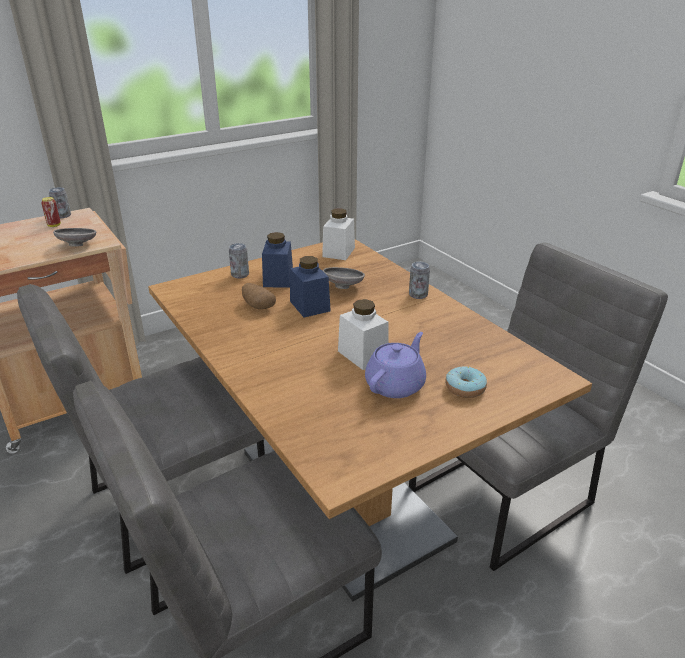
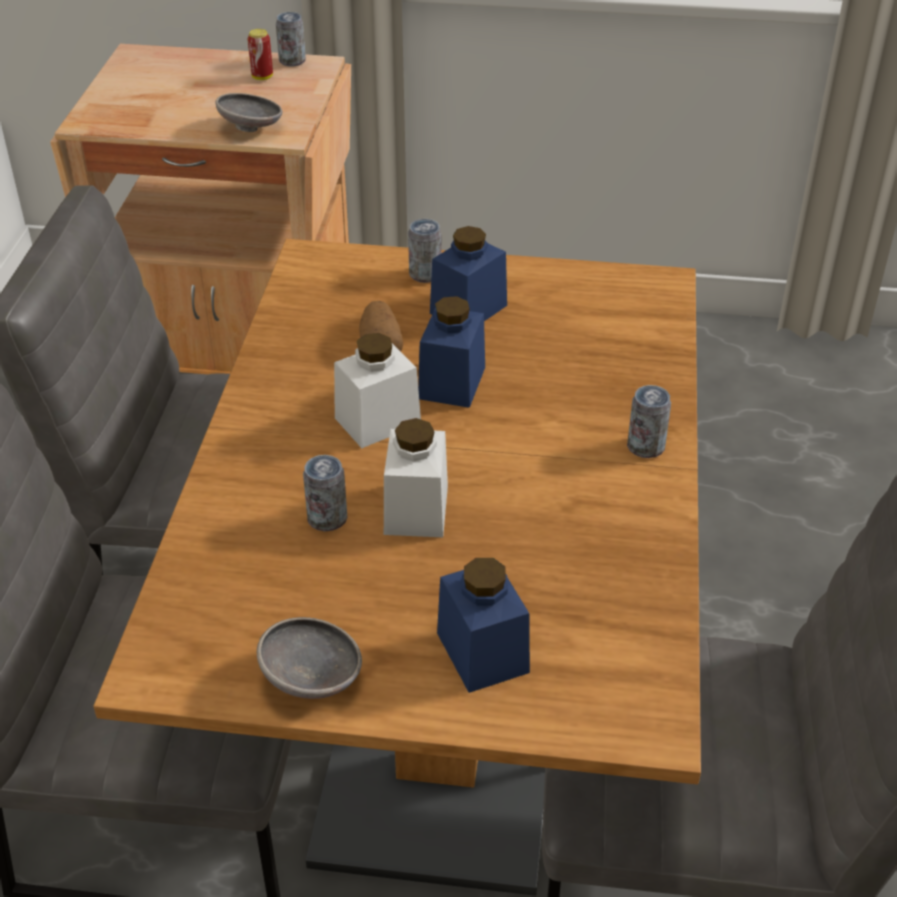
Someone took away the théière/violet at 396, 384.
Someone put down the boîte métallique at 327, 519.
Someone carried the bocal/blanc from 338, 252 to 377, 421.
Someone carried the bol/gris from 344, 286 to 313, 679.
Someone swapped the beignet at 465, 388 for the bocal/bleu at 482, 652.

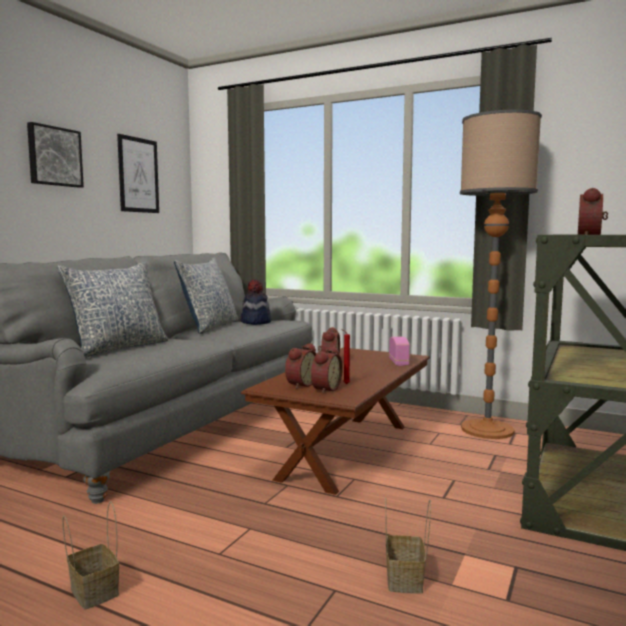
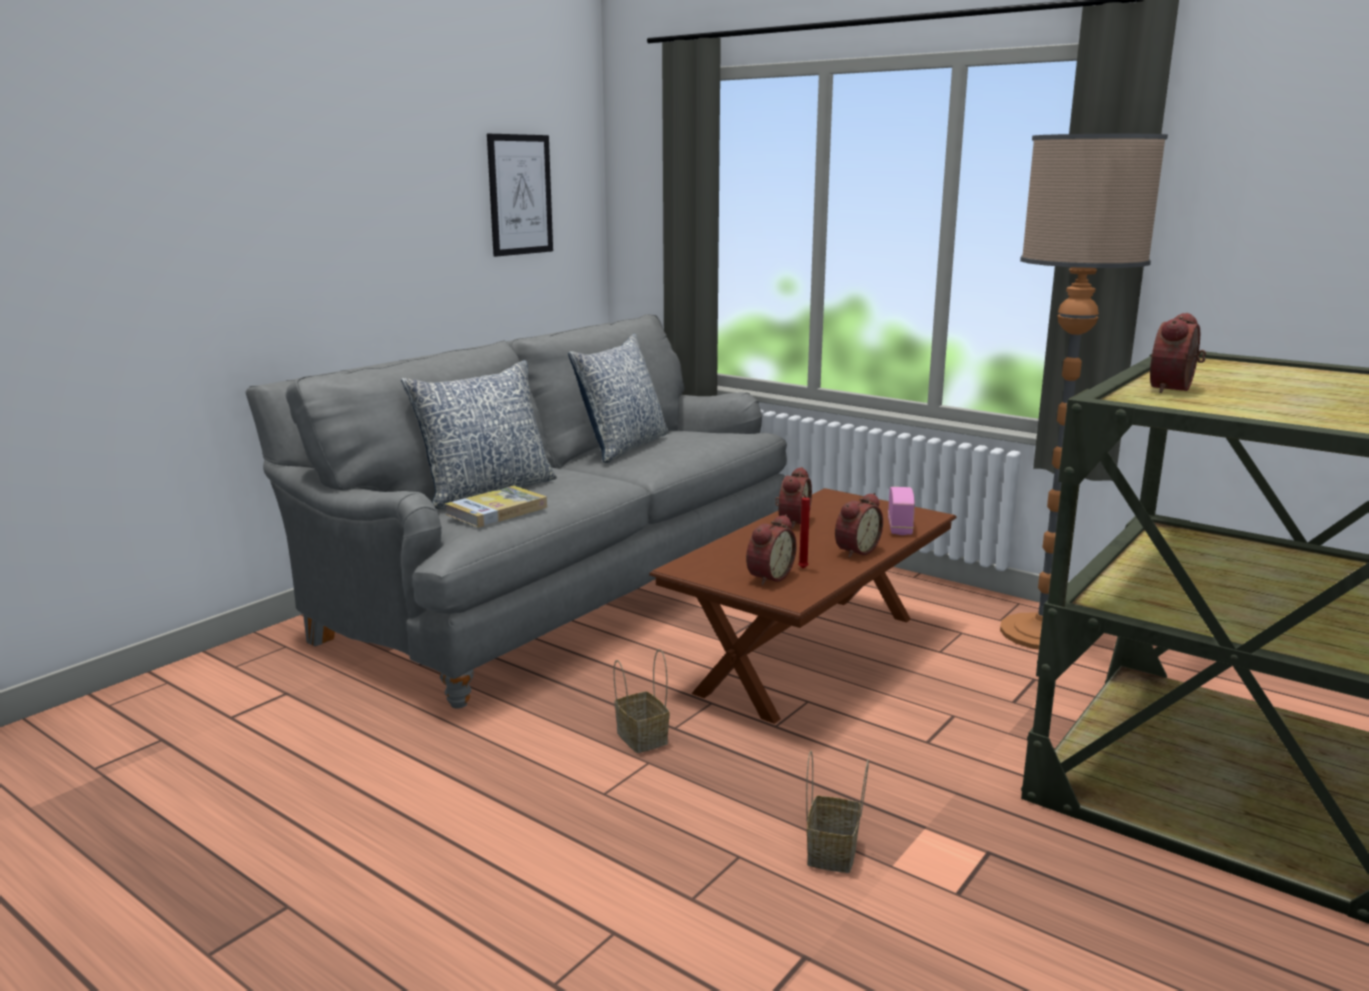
Someone took away the tableau at 54, 156.
Someone took away the chapeau at 255, 322.
Someone put down the livre at 497, 511.
Someone carried the panier from 93, 591 to 640, 737.
Someone carried the réveil from 300, 384 to 855, 550.

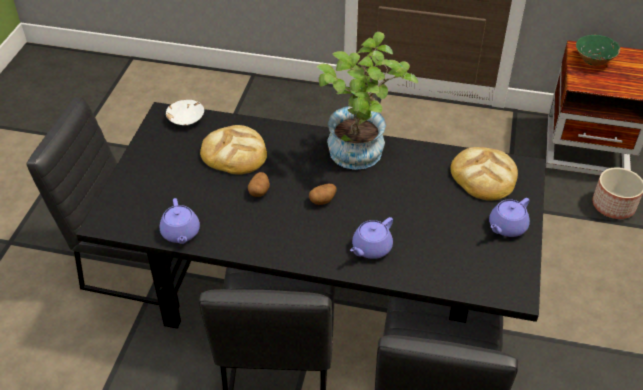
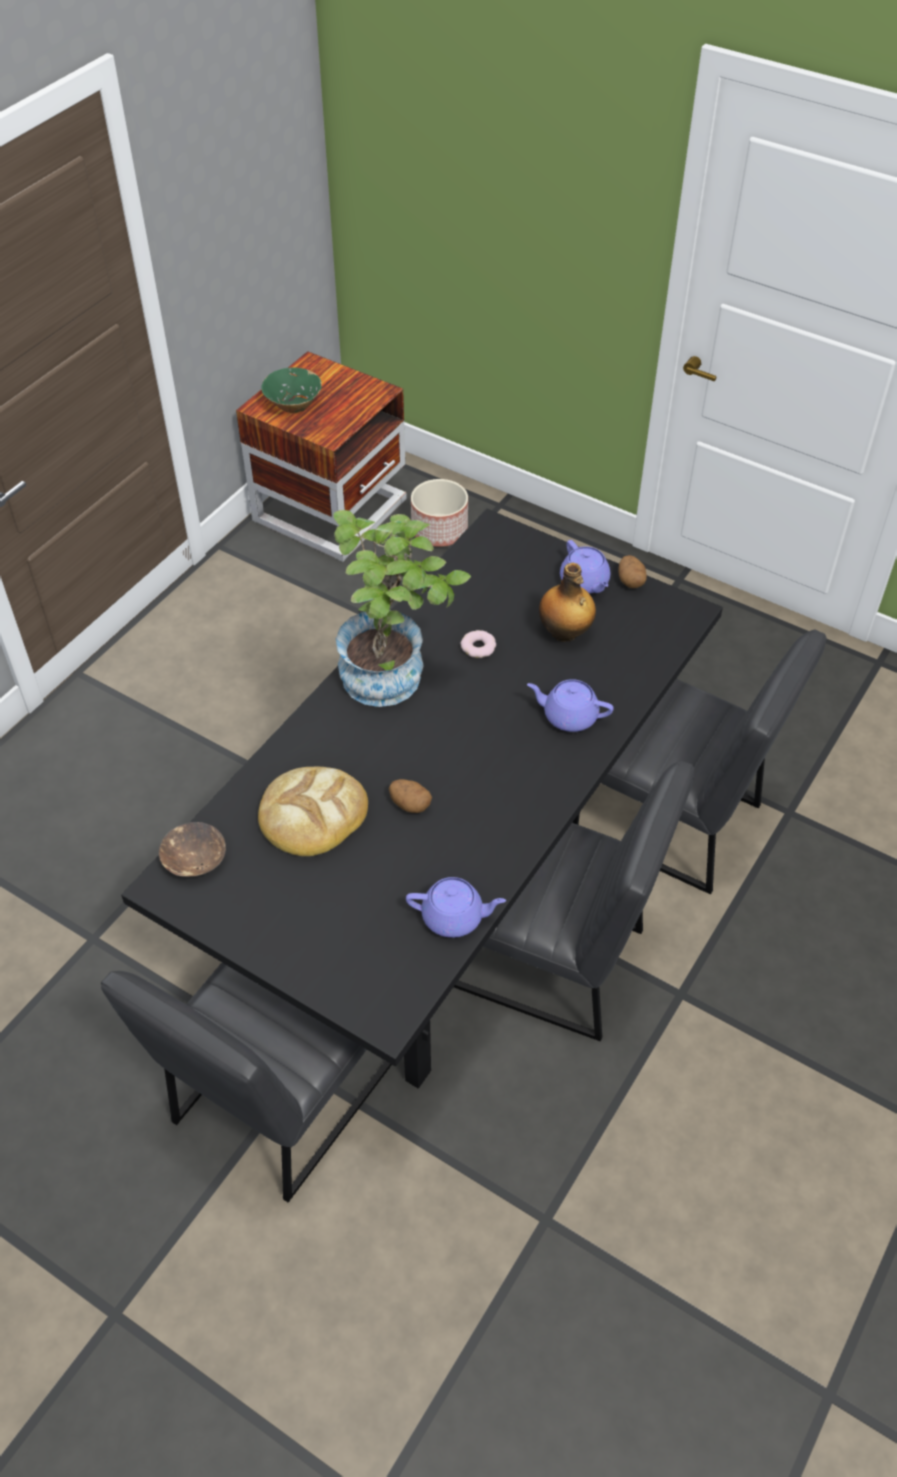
Someone took away the pain at 484, 176.
Someone put down the beignet at 478, 647.
Someone put down the bouteille at 564, 633.
Someone carried the pomme de terre from 323, 200 to 630, 581.
Someone repainted the bol/blanc at 185, 118, which became the bol/marron at 193, 858.
Someone rotated the théière/violet at 371, 248 by 135 degrees clockwise.

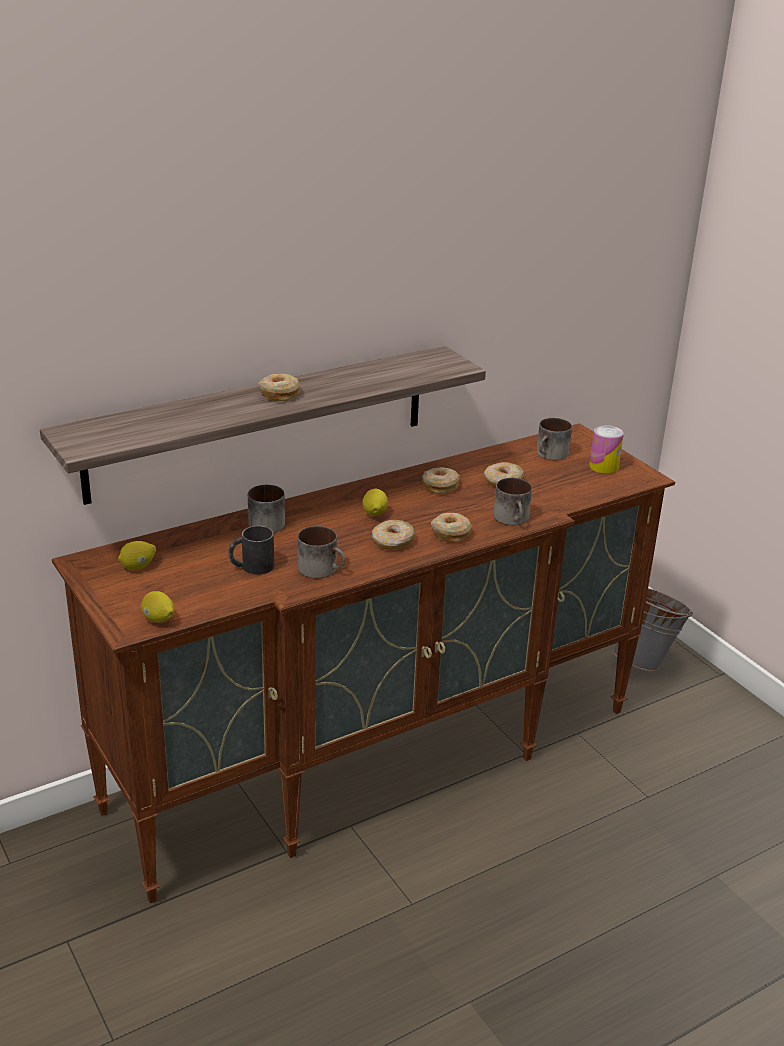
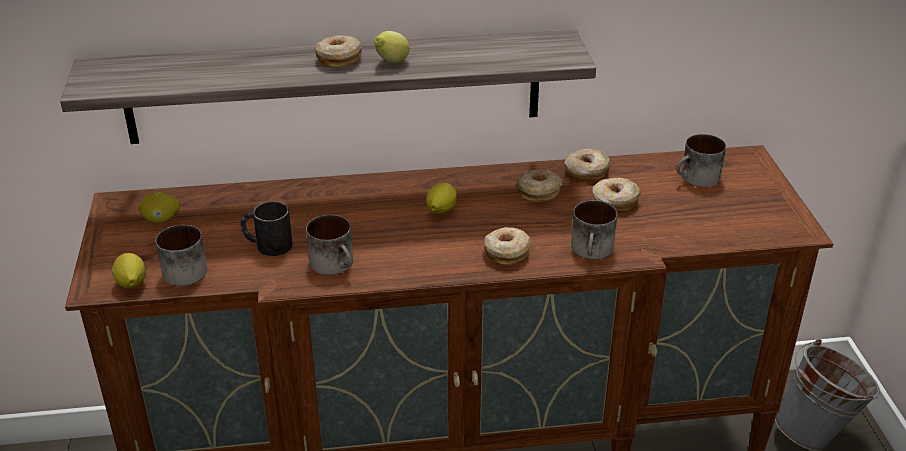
Someone took away the boîte métallique at 603, 466.
Someone put down the citron at 391, 62.
Someone carried the mug from 264, 522 to 185, 268.
Someone carried the beignet from 393, 542 to 586, 171.

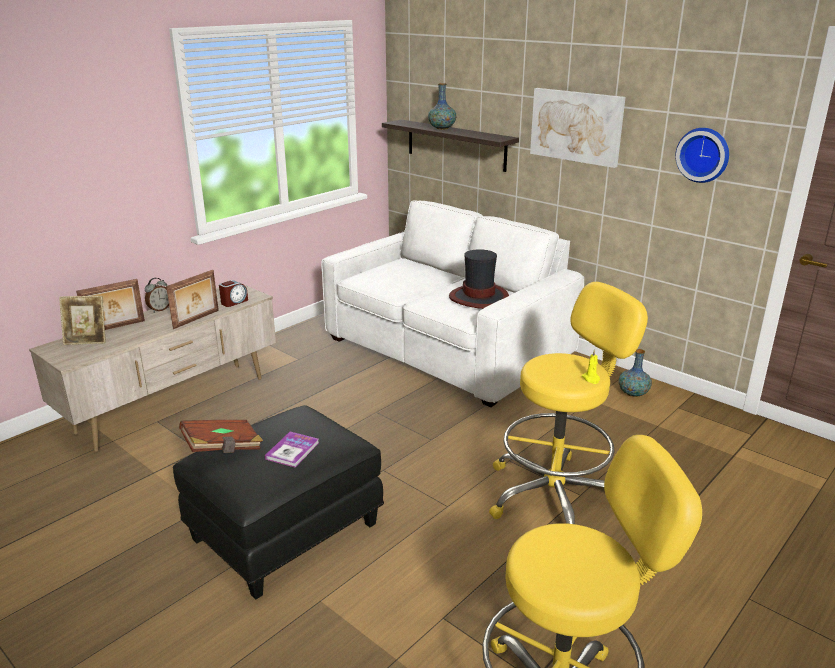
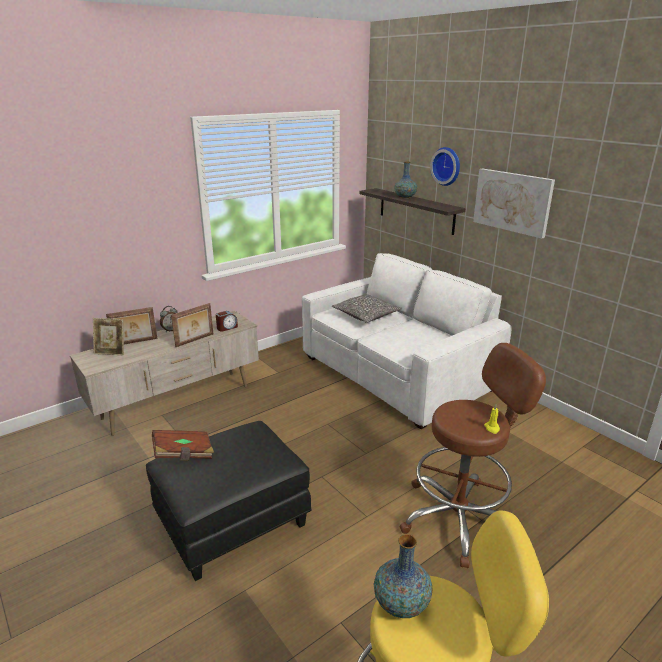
Someone took away the livre at 292, 450.
Someone took away the chapeau at 479, 298.
Someone put down the coussin at 366, 315.
Someone carried the vase from 633, 393 to 401, 603.
Someone carried the horloge murale from 703, 154 to 447, 166.
Someone repainted the tabouret/jaune at 555, 495, which became the tabouret/marron at 459, 518.

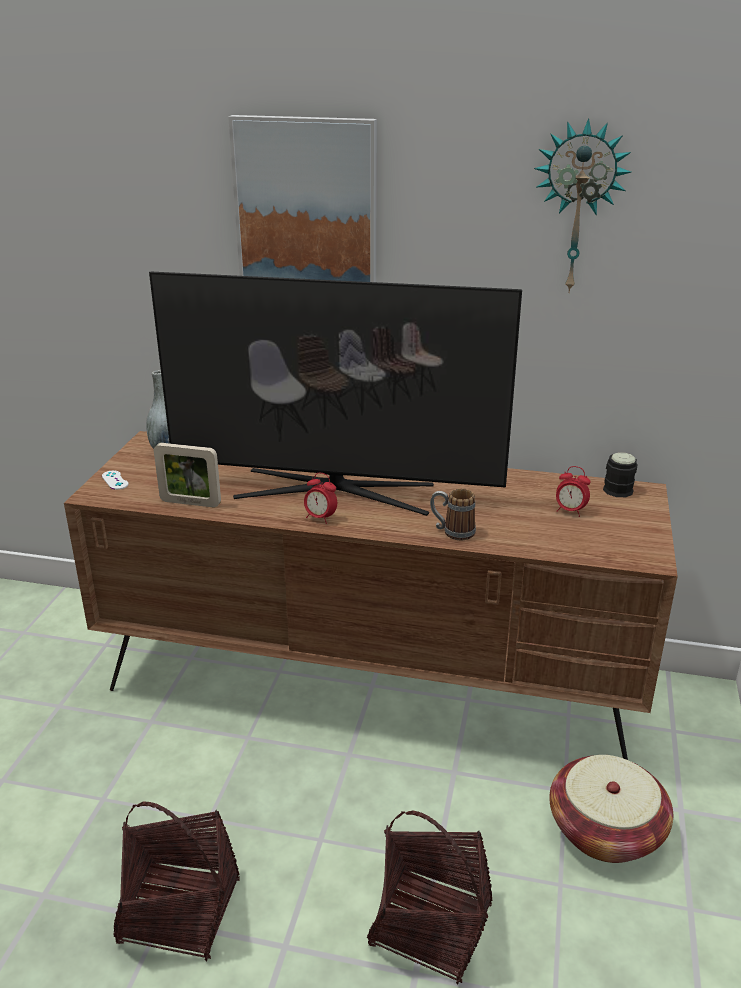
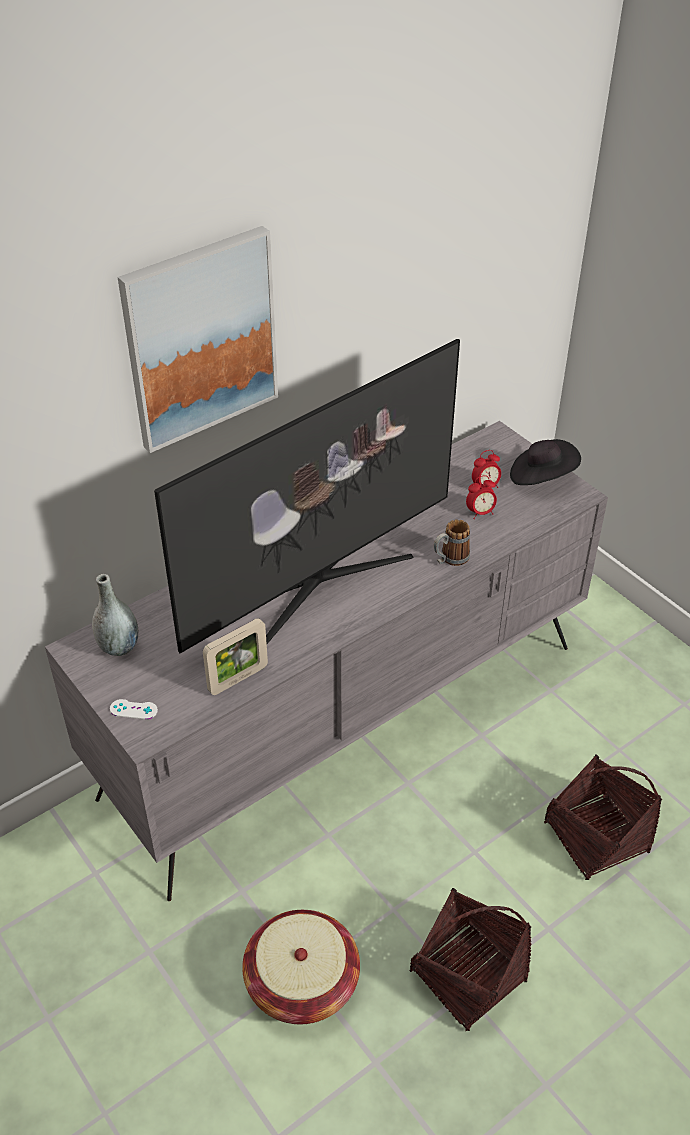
Someone took away the horloge murale at 578, 208.
Someone took away the mug/noir at 618, 487.
Someone put down the chapeau/noir at 541, 477.
Someone carried the réveil from 320, 518 to 480, 513.
Someone carried the panier from 605, 830 to 302, 982.
Someone repainted the meuble télé/marron at 373, 683, which became the meuble télé/gris at 346, 718.

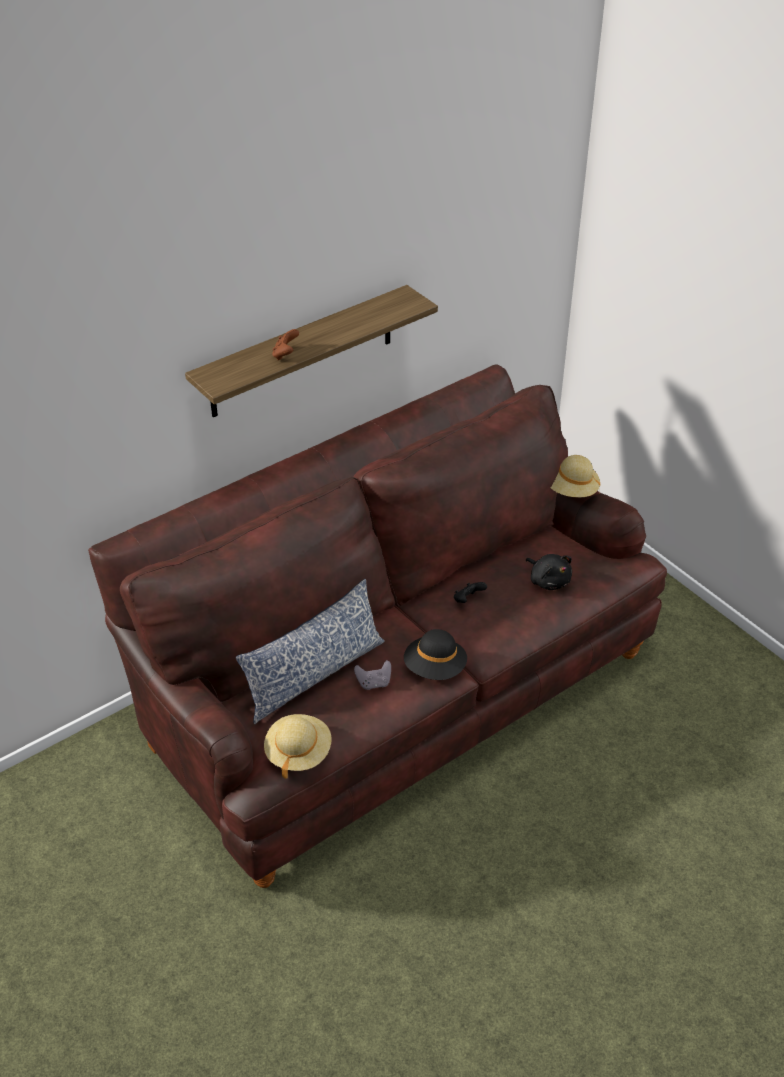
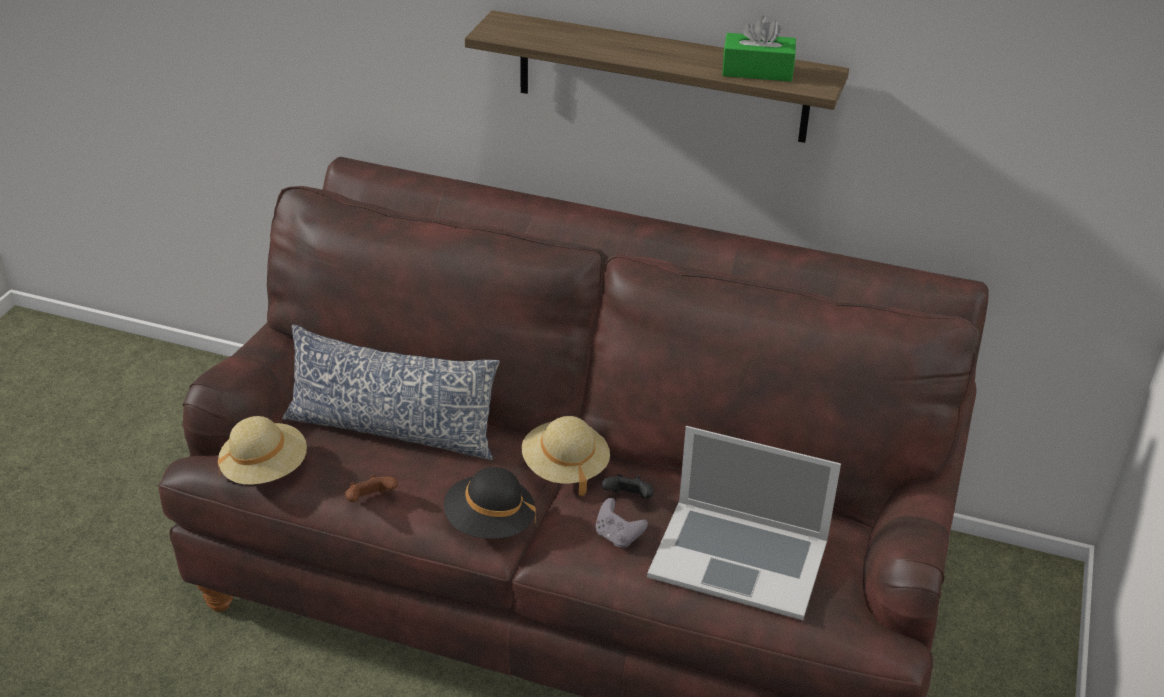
Someone put down the boîte à mouchoirs/vert at 757, 71.
Someone carried the manette/marron from 285, 355 to 370, 501.
Someone carried the manette/gris from 374, 683 to 618, 536.
Someone carried the chapeau/beige from 570, 490 to 565, 468.
Someone swapped the peluche/noir at 548, 580 for the ordinateur portable at 739, 557.

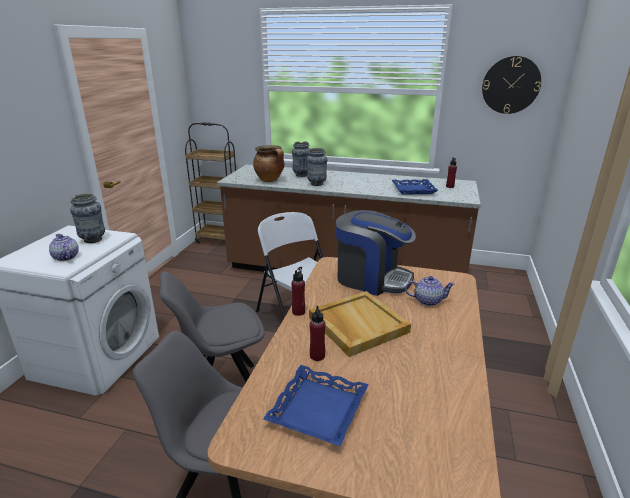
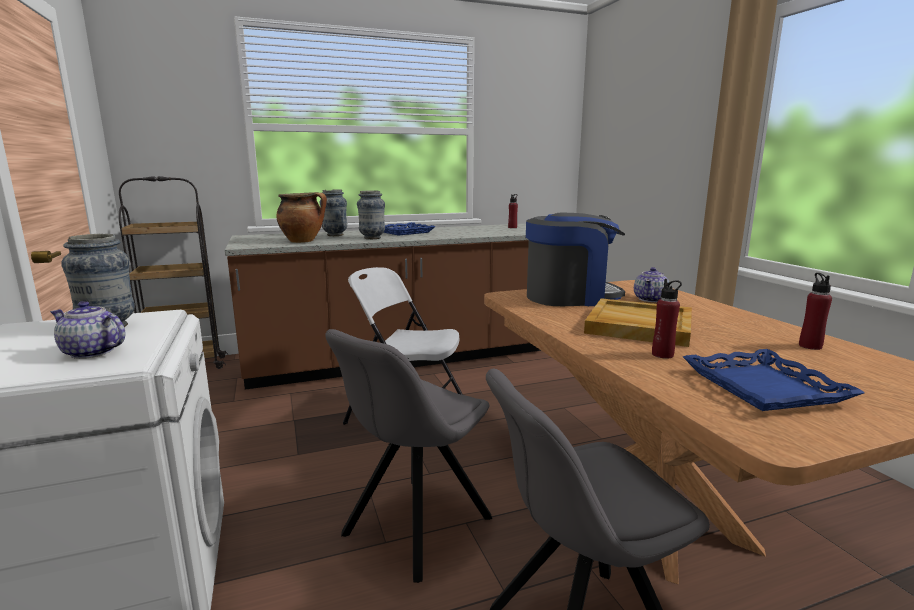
Someone took away the horloge murale at 510, 85.
Someone carried the bouteille/rouge from 298, 312 to 810, 346.
Someone carried the plateau/bleu from 413, 189 to 404, 232.
Someone rotated the théière at 427, 300 by 150 degrees clockwise.

